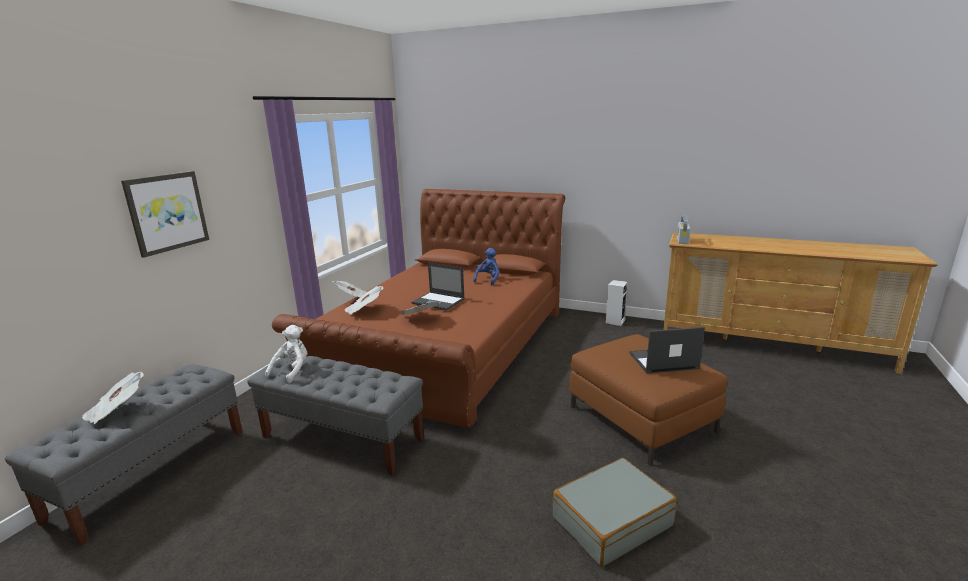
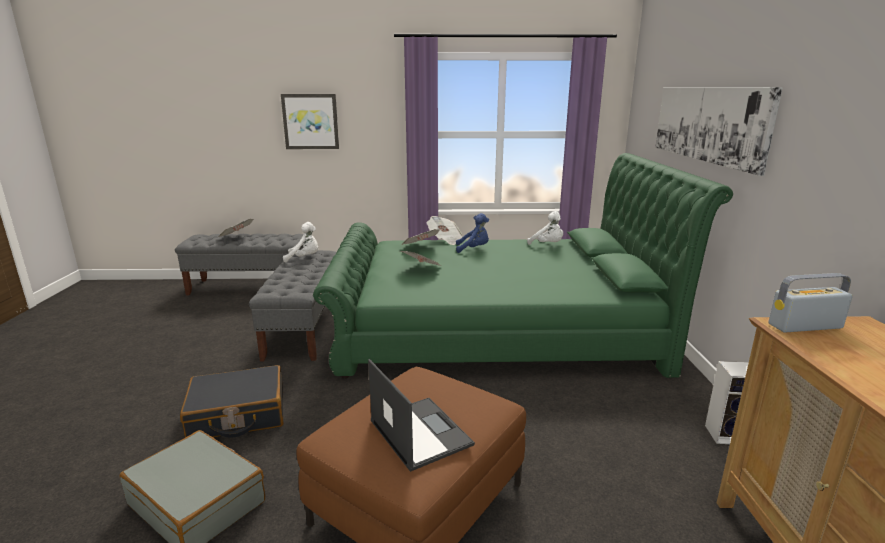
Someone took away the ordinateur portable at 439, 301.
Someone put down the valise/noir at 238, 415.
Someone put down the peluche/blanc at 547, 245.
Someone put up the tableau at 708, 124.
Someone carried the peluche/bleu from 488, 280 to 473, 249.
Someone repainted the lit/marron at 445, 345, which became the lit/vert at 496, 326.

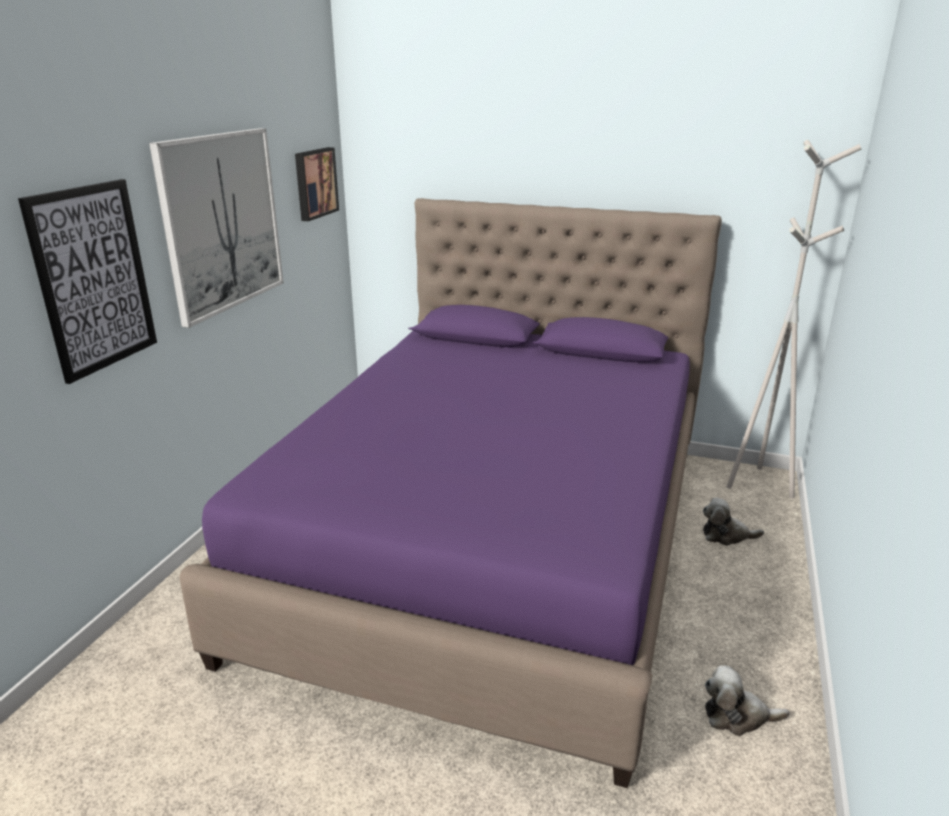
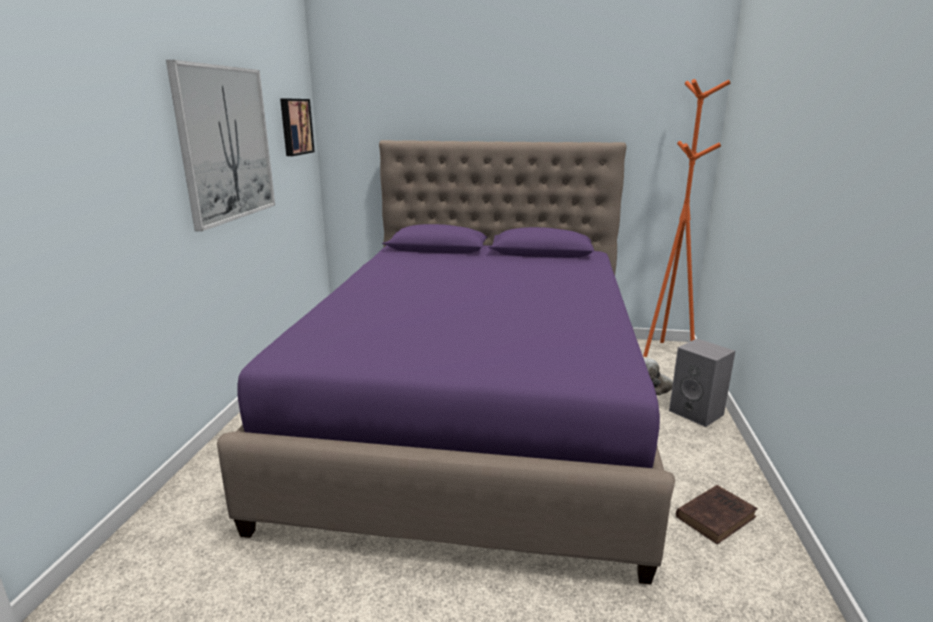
Someone took away the tableau at 94, 279.
Someone put down the enceinte/gris at 697, 413.
Someone swapped the peluche at 737, 716 for the livre/marron at 716, 516.
Someone repainted the portant/gris at 760, 484, which became the portant/orange at 667, 352.

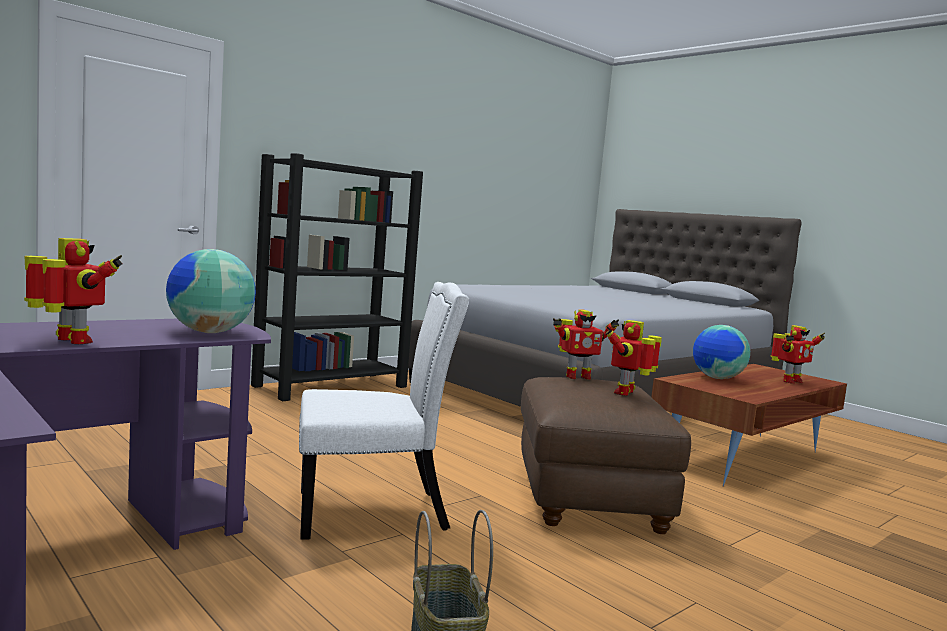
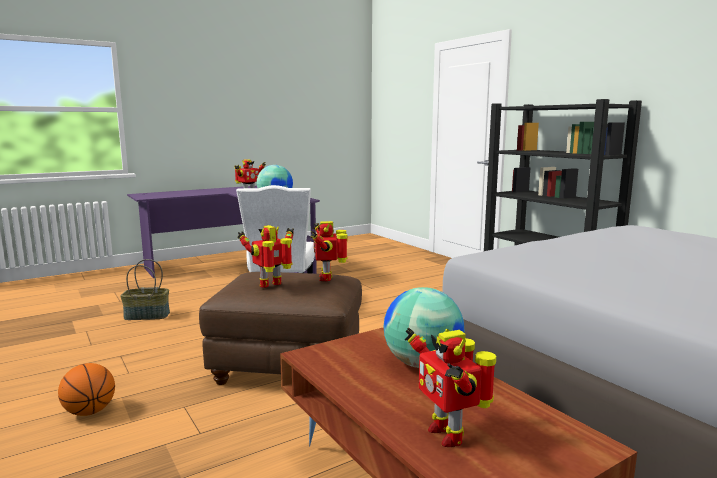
Someone put down the ballon de basket at 90, 412.
Someone rotated the robot jouet at 627, 393 by 75 degrees counterclockwise.

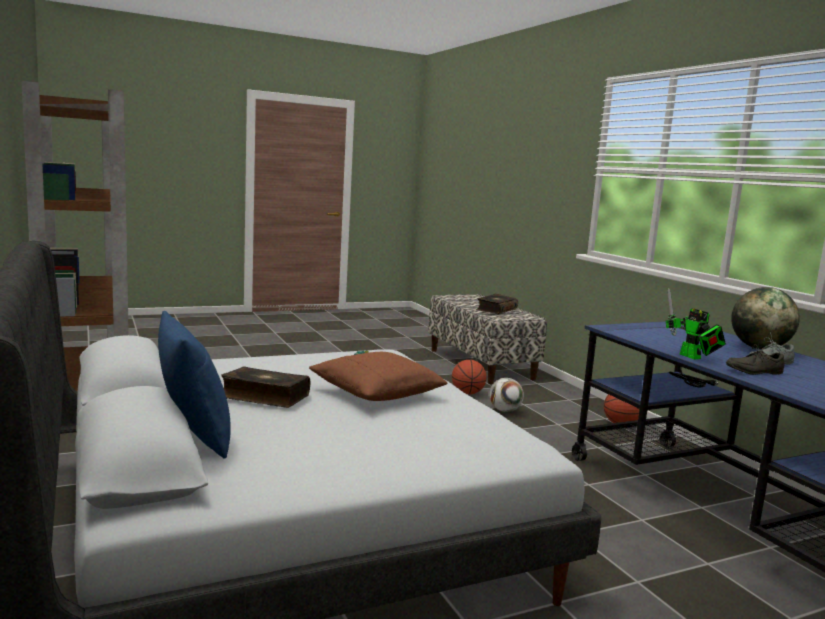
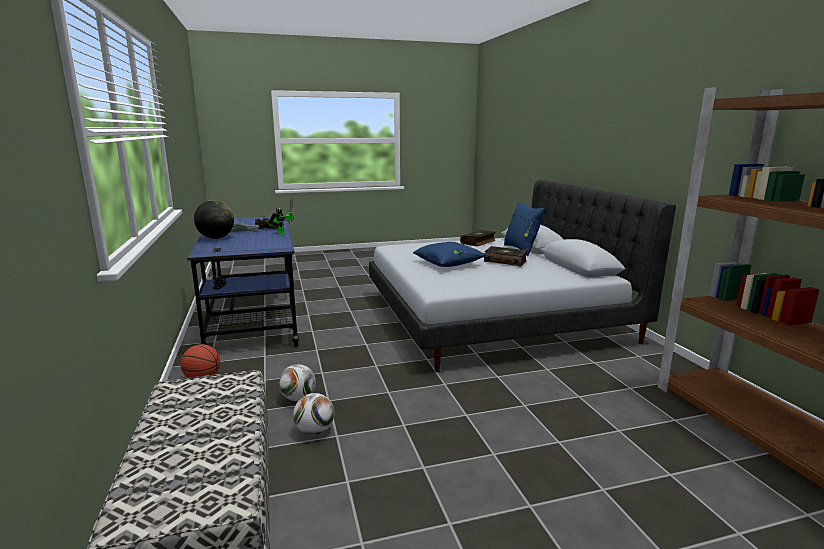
Someone carried the livre from 496, 310 to 478, 242.
Someone swapped the ballon de basket at 467, 393 for the ballon de foot at 314, 431.
Someone repainted the coussin/marron at 377, 394, which became the coussin/bleu at 448, 264.

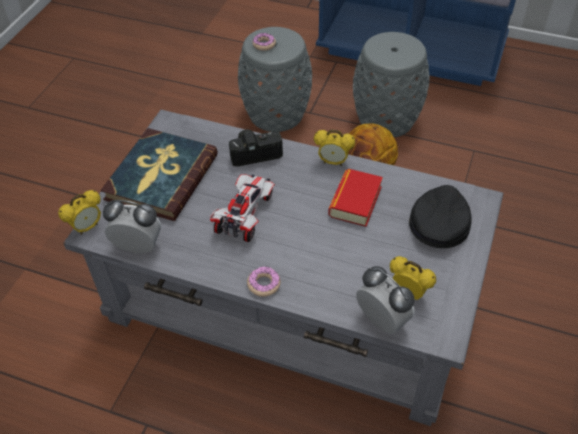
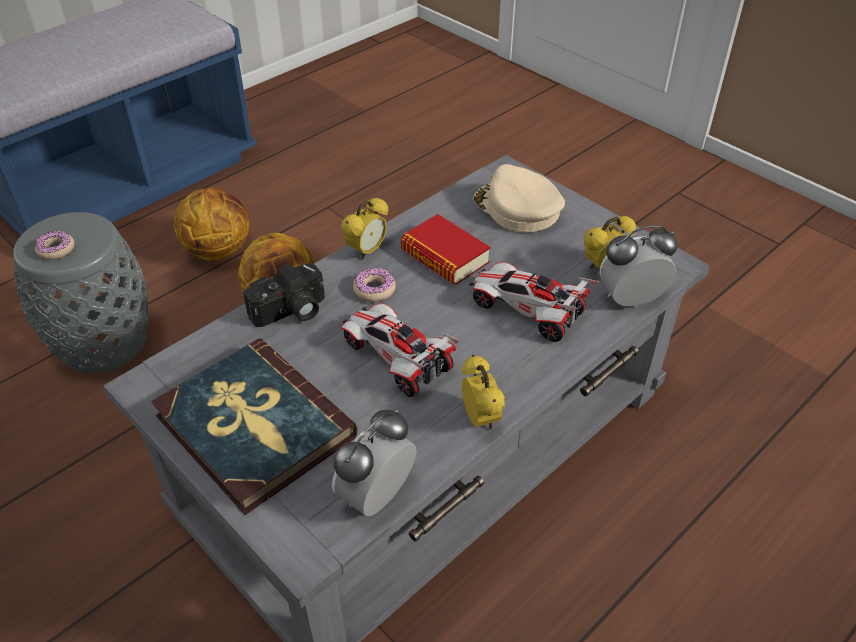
Someone put down the petite voiture at 527, 311.
Someone carried the réveil from 87, 227 to 480, 419.
Someone carried the beignet from 264, 284 to 374, 290.
Someone swapped the tabouret/gris at 386, 120 for the ballon de basket at 218, 250.
Someone repainted the casquette/noir at 439, 221, which became the casquette/beige at 517, 208.
Someone rotated the appareil photo at 255, 152 by 135 degrees counterclockwise.

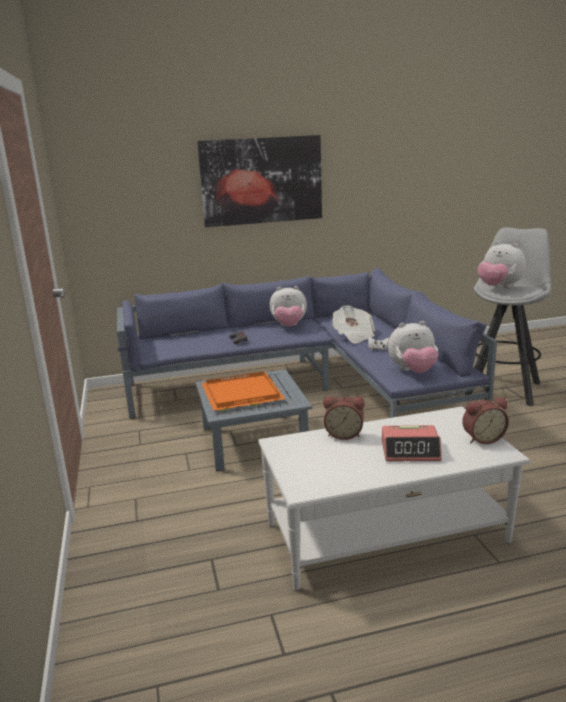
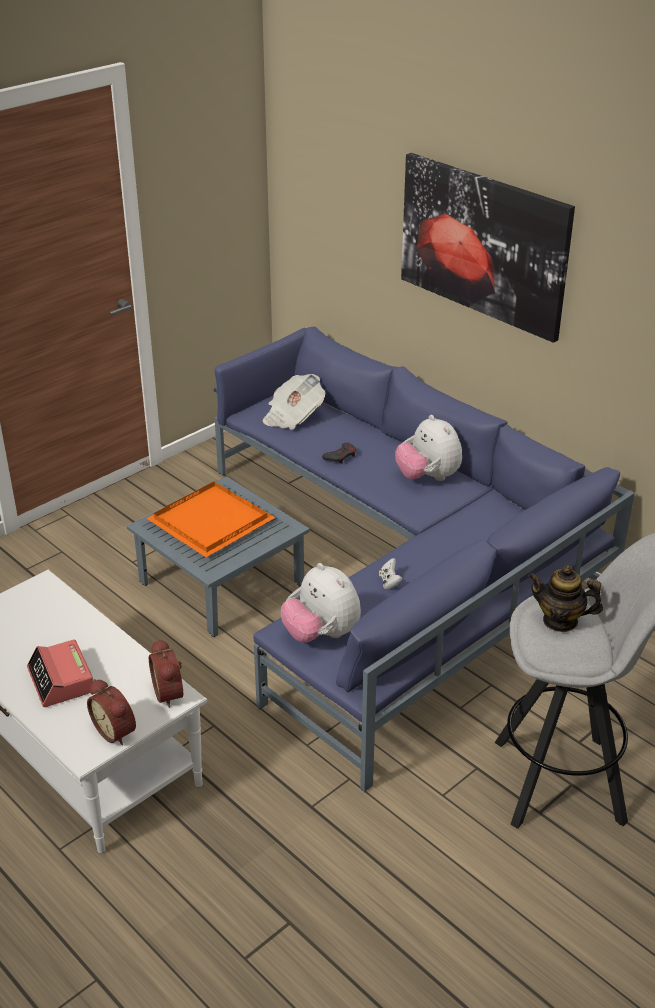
Someone carried the réveil from 344, 434 to 171, 693.
Someone carried the journal from 353, 336 to 293, 416.
Someone swapped the peluche at 499, 287 for the théière at 560, 621.

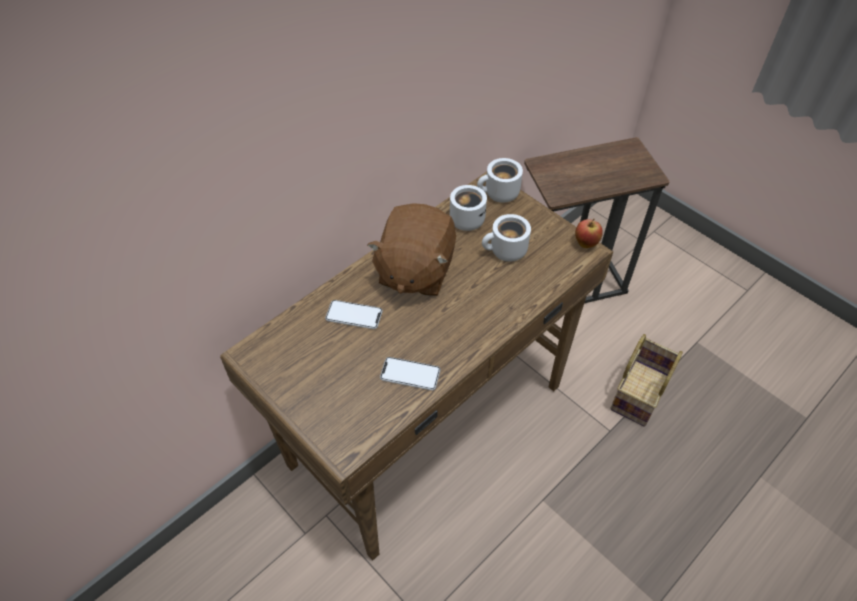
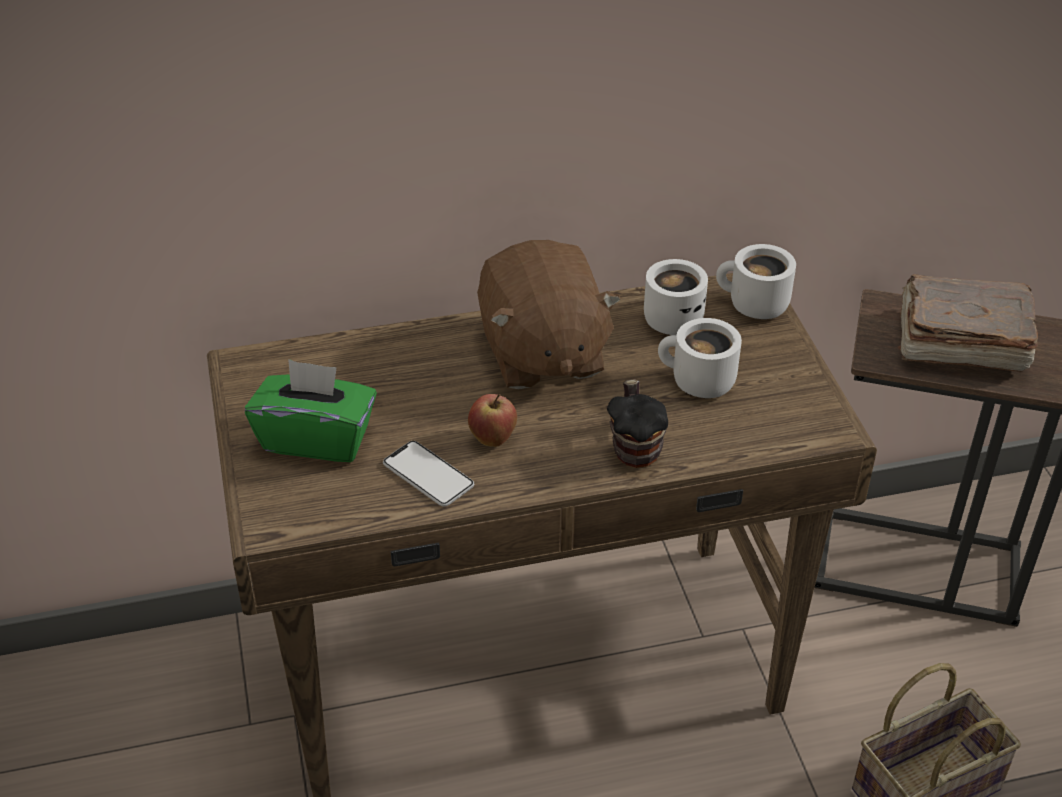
Someone took away the téléphone at 354, 315.
Someone put down the boîte à mouchoirs/vert at 316, 438.
Someone put down the mug at 635, 447.
Someone put down the livre/marron at 959, 343.
Someone carried the pomme from 585, 243 to 493, 439.
Someone rotated the peluche/marron at 414, 270 by 60 degrees counterclockwise.

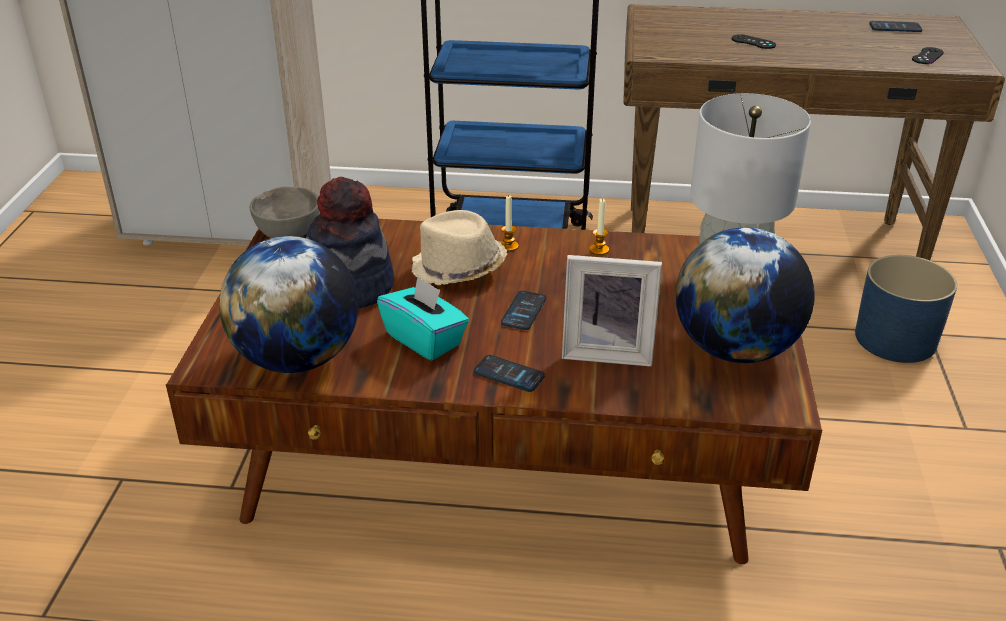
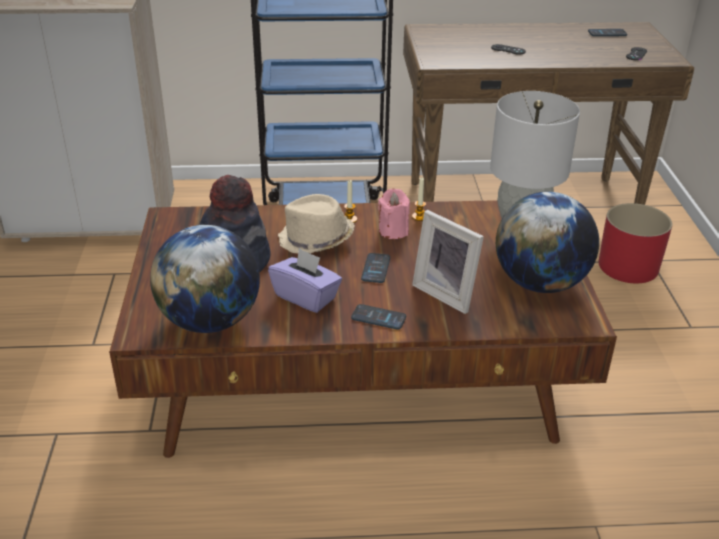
Someone took away the bol/gris at 289, 234.
Someone put down the bougie/rose at 393, 231.
Someone repainted the boîte à mouchoirs/turquoise at 424, 339, which became the boîte à mouchoirs/violet at 306, 297.
Someone repainted the cache-pot/bleu at 894, 339, which became the cache-pot/rouge at 627, 267.
Someone rotated the cadre photo at 607, 351 by 45 degrees clockwise.

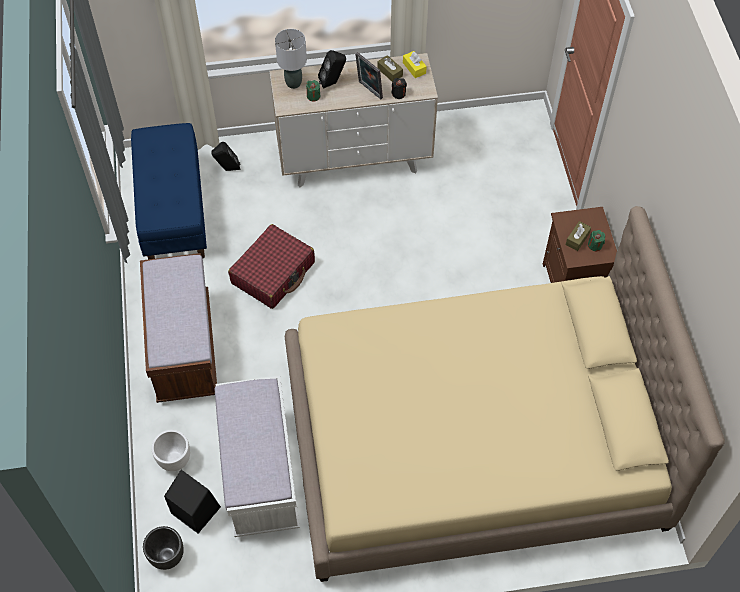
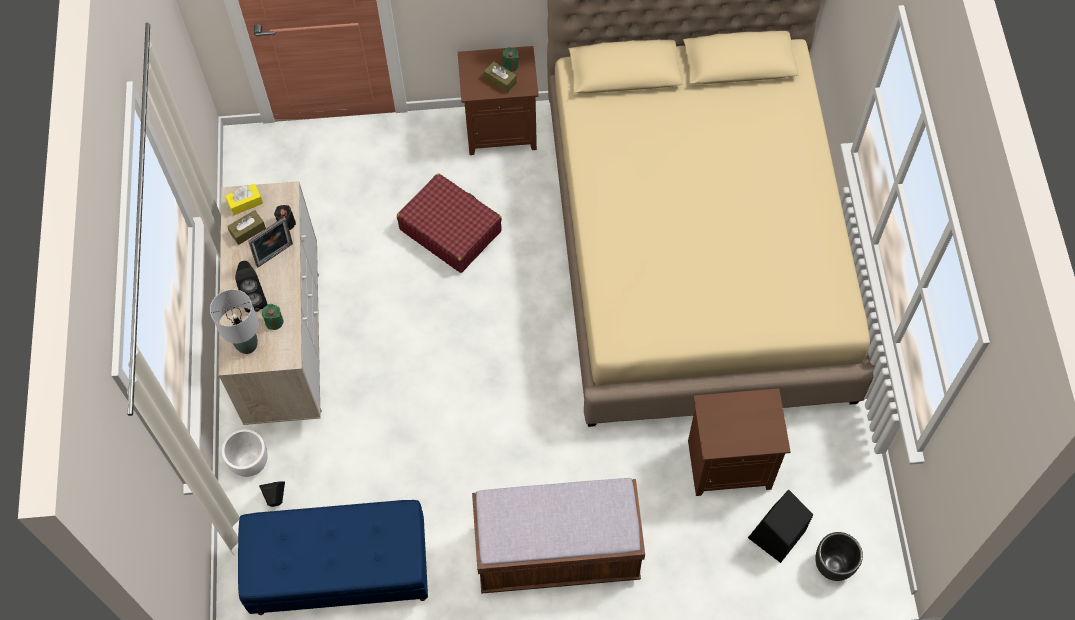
Someone carried the cache-pot/blanc from 174, 460 to 250, 463.
Someone carried the valise/rouge from 273, 273 to 450, 230.
Someone swapped the banc/blanc at 261, 473 for the table de chevet/marron at 730, 463.

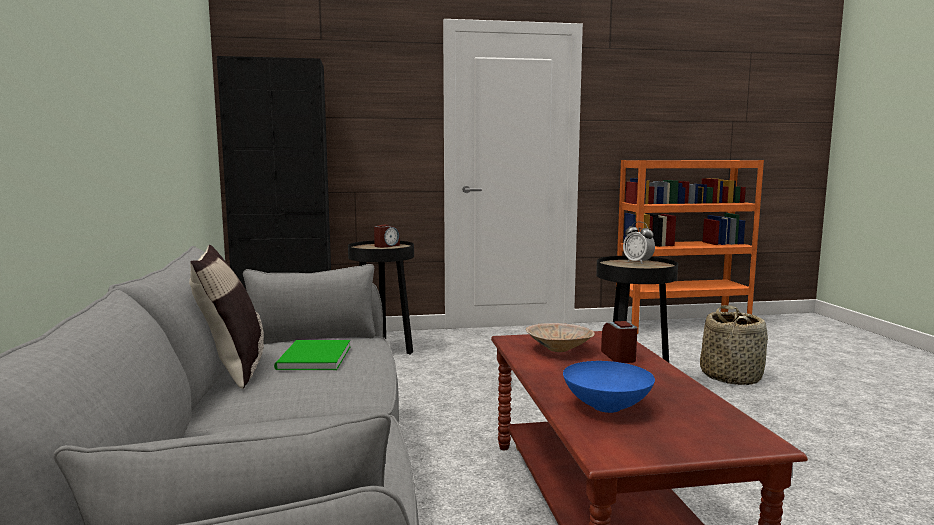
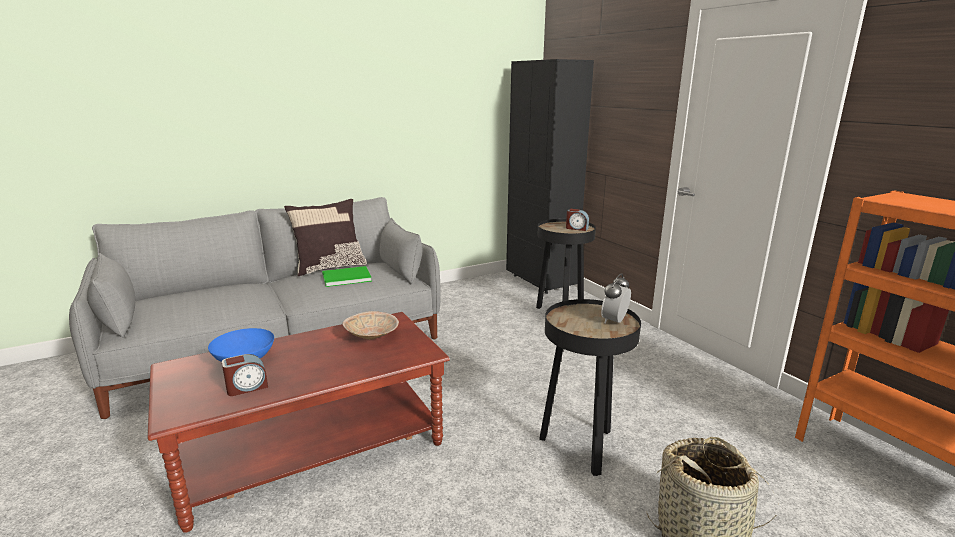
Someone carried the réveil from 619, 356 to 247, 387.

